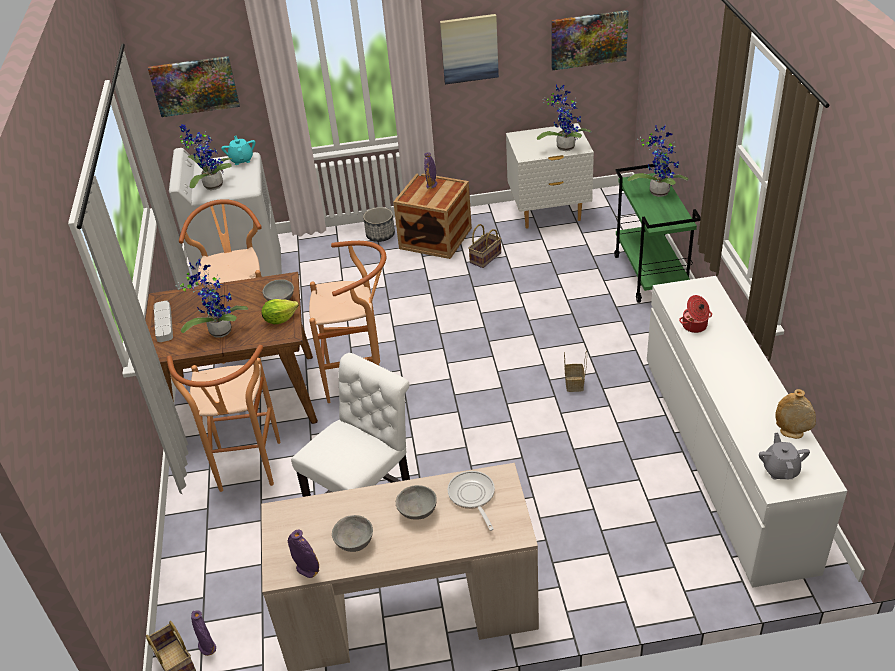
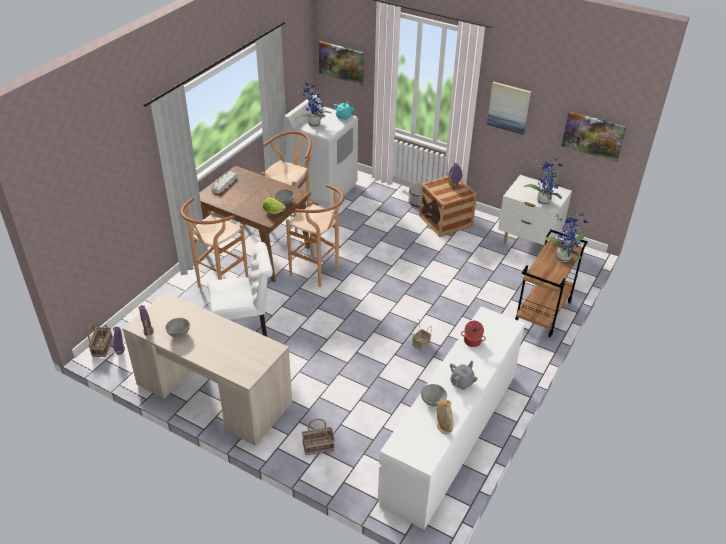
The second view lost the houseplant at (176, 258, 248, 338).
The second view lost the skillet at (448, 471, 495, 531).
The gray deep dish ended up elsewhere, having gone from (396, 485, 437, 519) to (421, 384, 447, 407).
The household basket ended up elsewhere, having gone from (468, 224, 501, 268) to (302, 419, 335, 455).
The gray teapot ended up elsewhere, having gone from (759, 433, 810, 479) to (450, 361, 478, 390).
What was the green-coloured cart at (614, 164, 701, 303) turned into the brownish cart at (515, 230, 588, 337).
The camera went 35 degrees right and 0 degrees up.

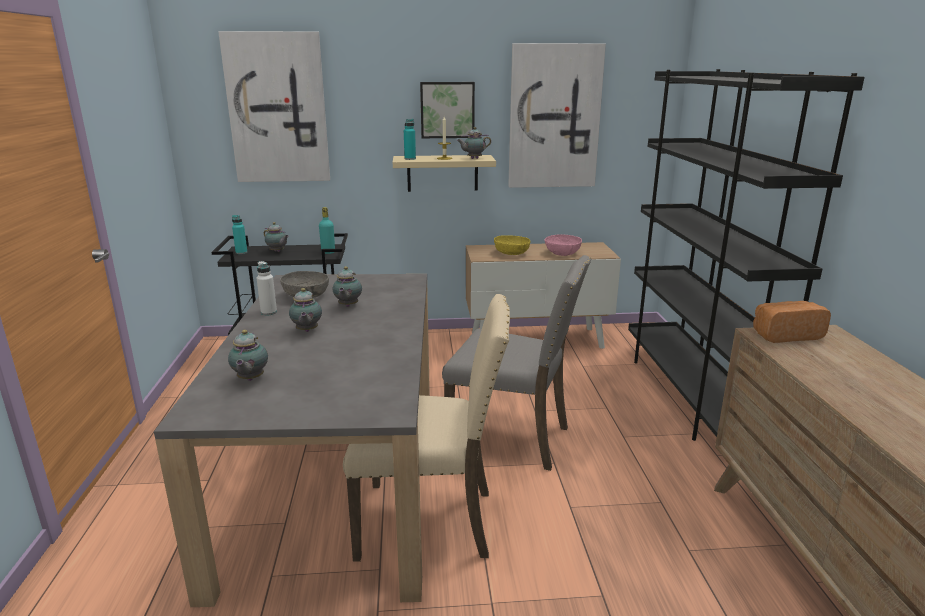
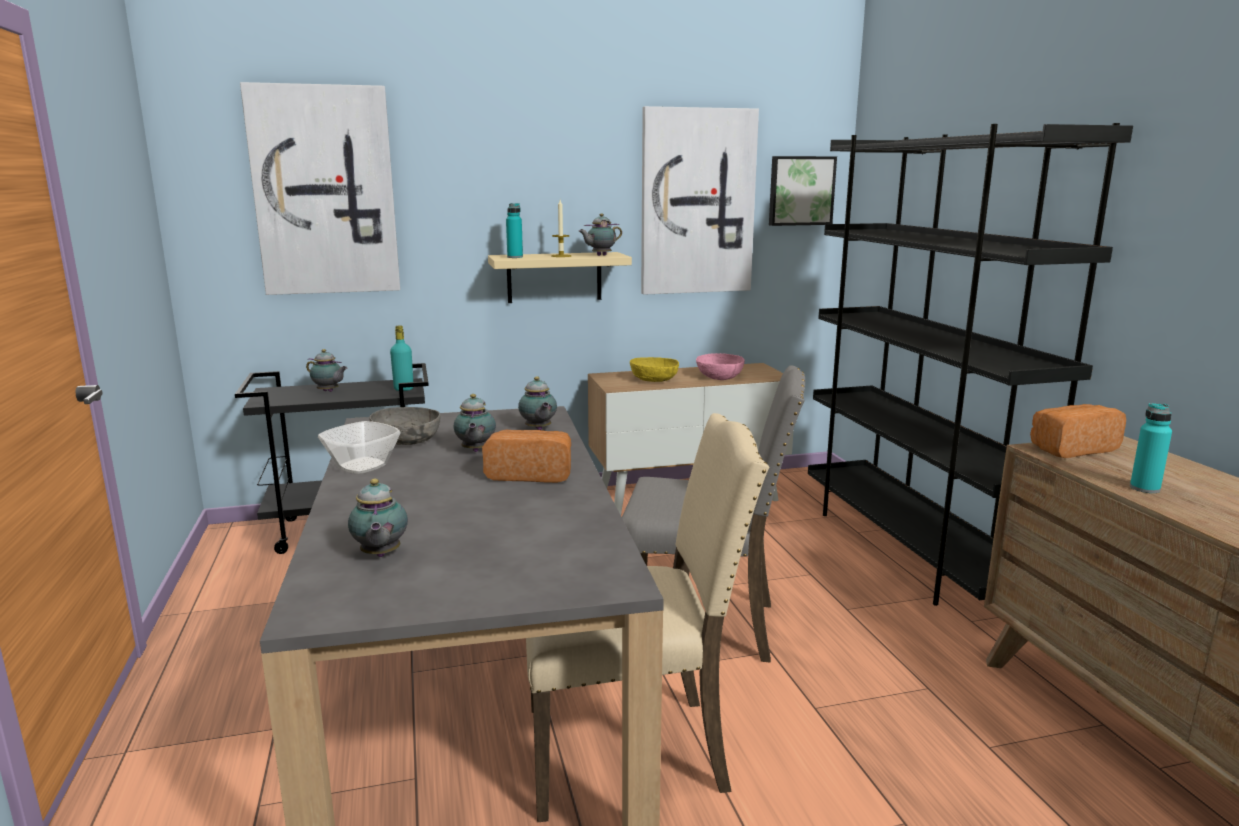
The second view gained the bakery bread at (482, 430, 571, 483).
The turquoise drink bottle ended up elsewhere, having gone from (232, 215, 247, 254) to (1130, 403, 1172, 493).
The teapot ended up elsewhere, having gone from (289, 288, 322, 332) to (518, 376, 557, 430).
The wall art ended up elsewhere, having gone from (420, 82, 475, 138) to (769, 156, 837, 226).
Where the white-coloured drink bottle stood at (257, 261, 277, 315), the deep dish came to stand at (318, 421, 401, 474).
The camera went 10 degrees left and 5 degrees down.

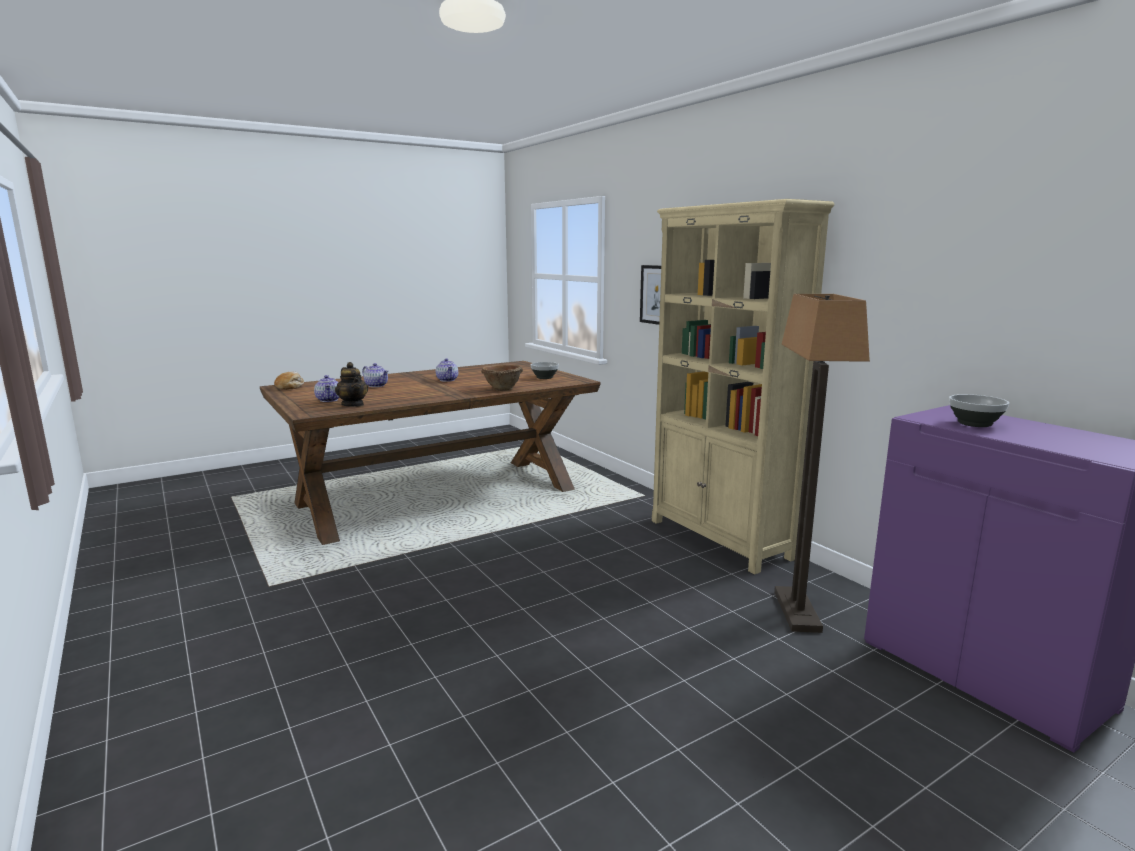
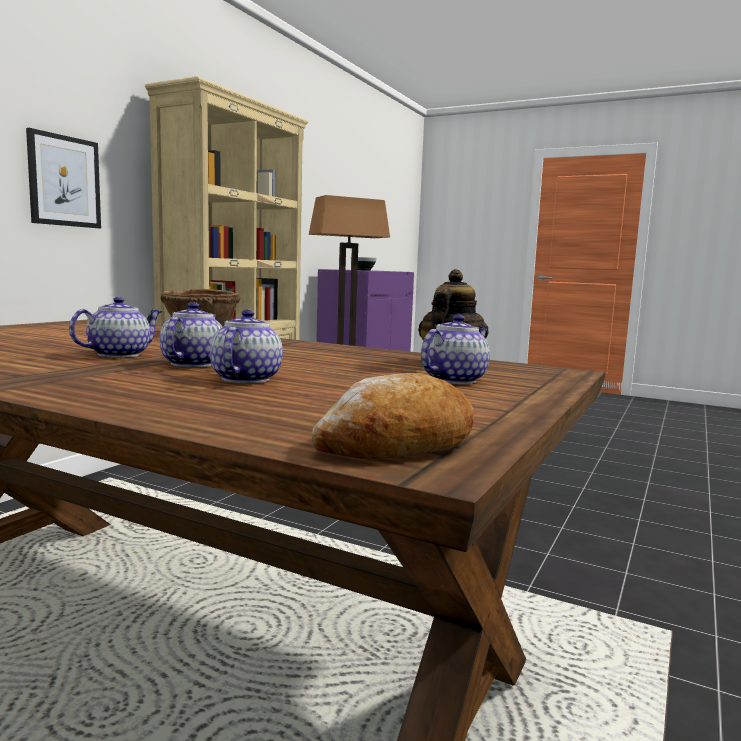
The second view lost the deep dish at (531, 362, 559, 379).
The second view gained the teapot at (160, 302, 222, 367).
The camera went 120 degrees left and 5 degrees down.

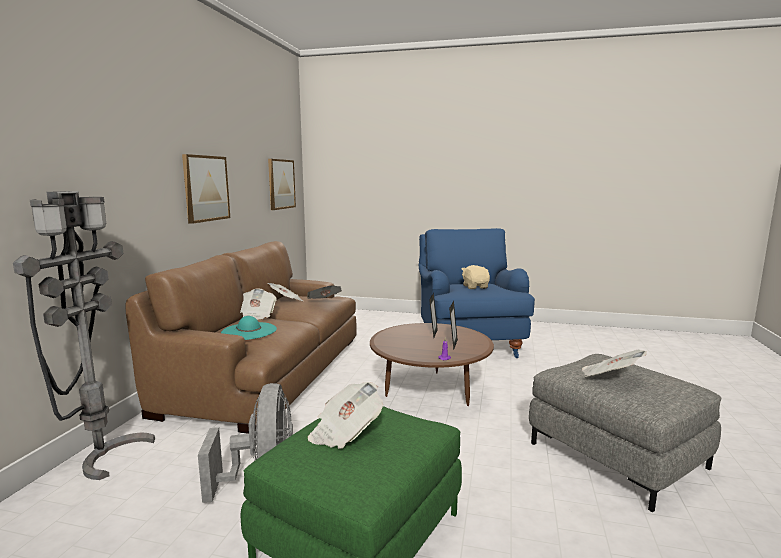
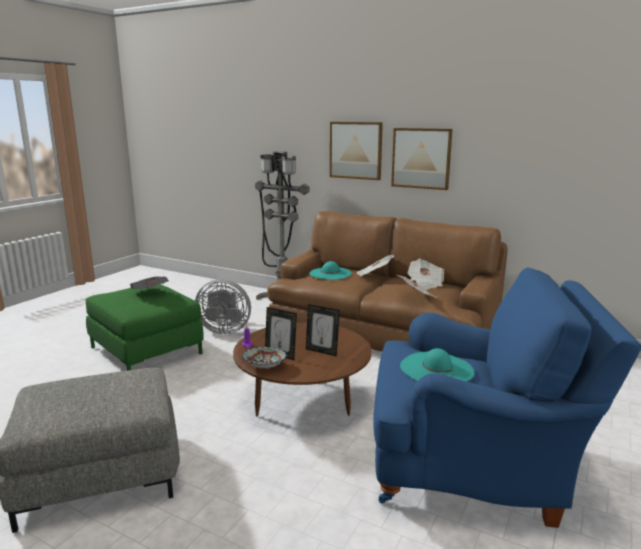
The second view lost the daily paper at (582, 349, 647, 377).
The second view gained the deep dish at (242, 347, 287, 368).
The wall art ended up elsewhere, having gone from (268, 159, 296, 210) to (330, 122, 383, 180).
Where the beige plush toy stood at (461, 265, 490, 289), the turquoise wearable hat came to stand at (400, 348, 475, 382).
The camera went 105 degrees right and 5 degrees up.

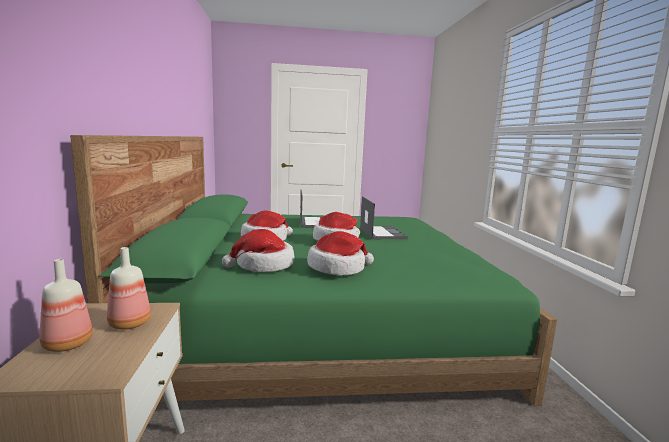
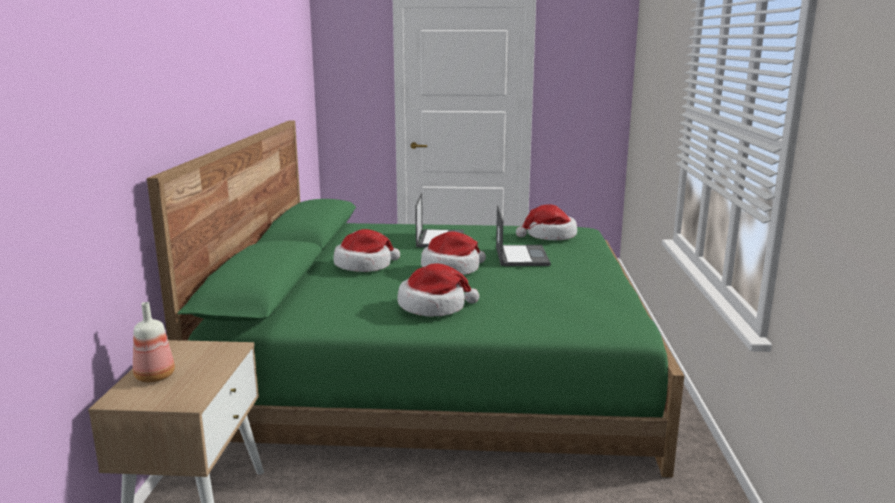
The second view lost the drink bottle at (107, 247, 151, 330).
The wearable hat ended up elsewhere, having gone from (222, 229, 294, 272) to (516, 204, 577, 240).
The camera went 10 degrees right and 5 degrees up.

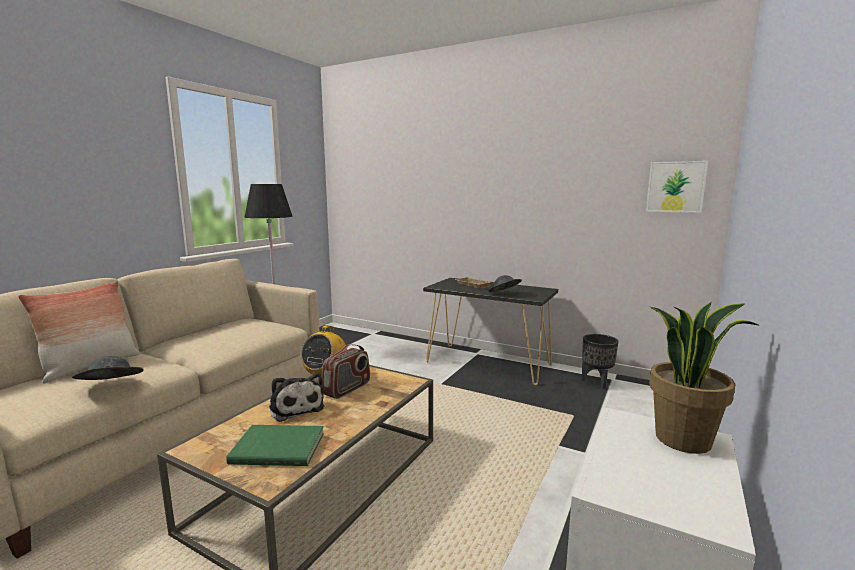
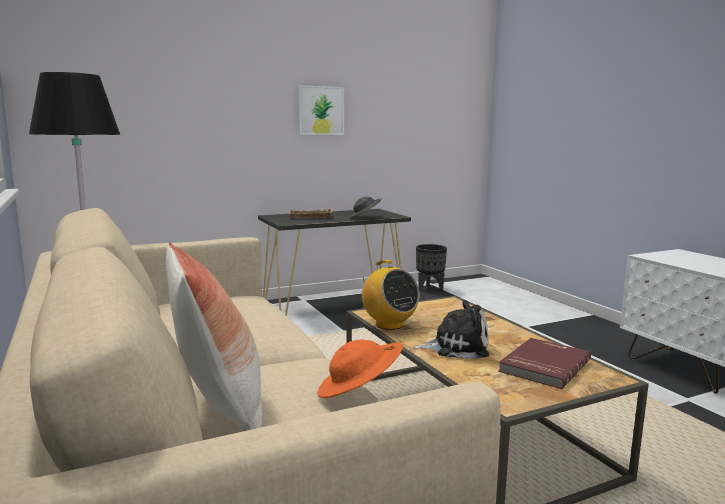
The second view lost the radio receiver at (322, 344, 370, 399).
The second view lost the houseplant at (649, 302, 758, 454).
The wall art ended up elsewhere, having gone from (646, 161, 708, 213) to (299, 85, 344, 135).
What was the gray wearable hat at (72, 356, 144, 380) turned into the orangey wearable hat at (317, 340, 403, 398).
What was the green-coloured volume at (226, 425, 324, 466) turned into the red-coloured volume at (498, 338, 591, 389).
The camera went 55 degrees left and 0 degrees up.

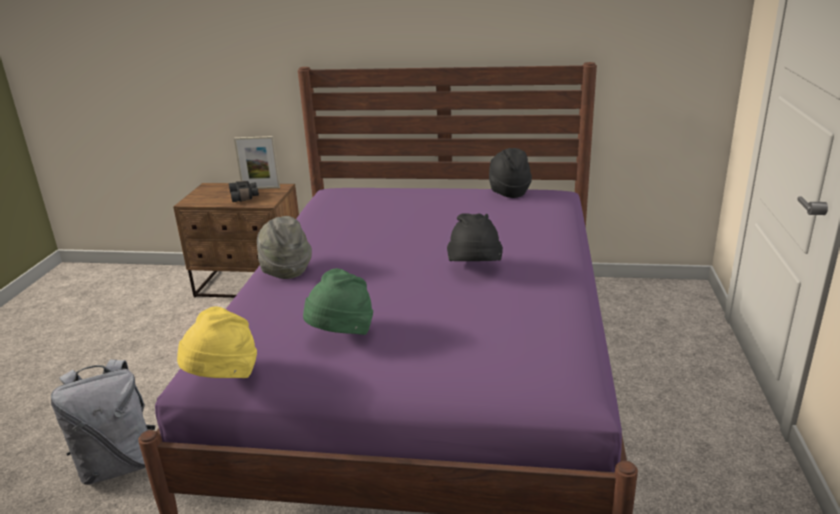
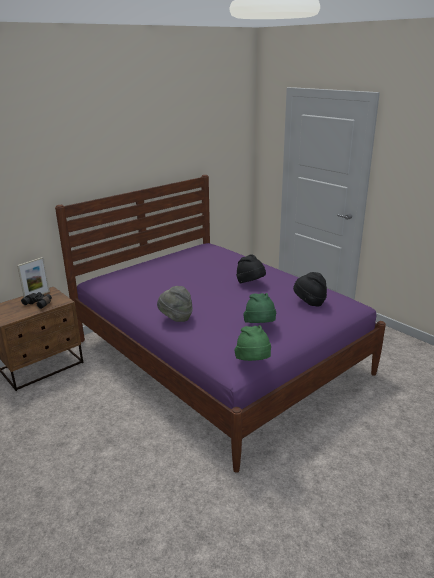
The second view lost the gray knapsack at (51, 359, 156, 485).
The blackish wearable hat ended up elsewhere, having gone from (489, 148, 532, 198) to (293, 272, 327, 306).
What was the yellow wearable hat at (177, 306, 257, 378) turned into the green-coloured wearable hat at (235, 325, 271, 361).
The camera went 50 degrees left and 0 degrees up.

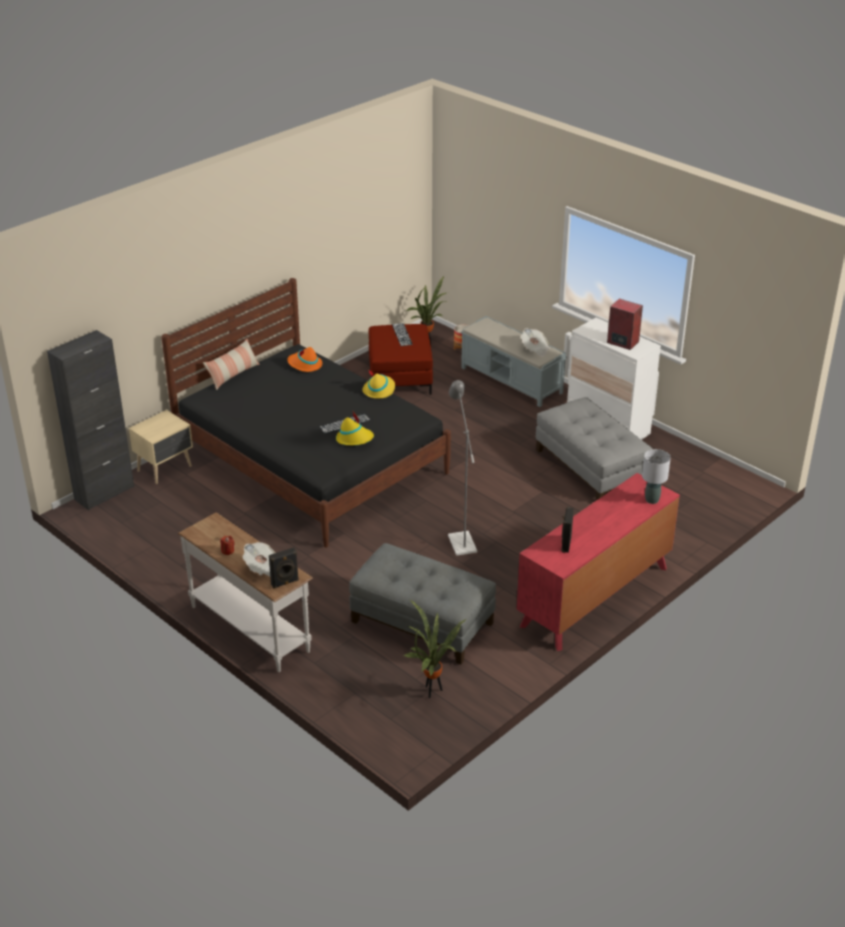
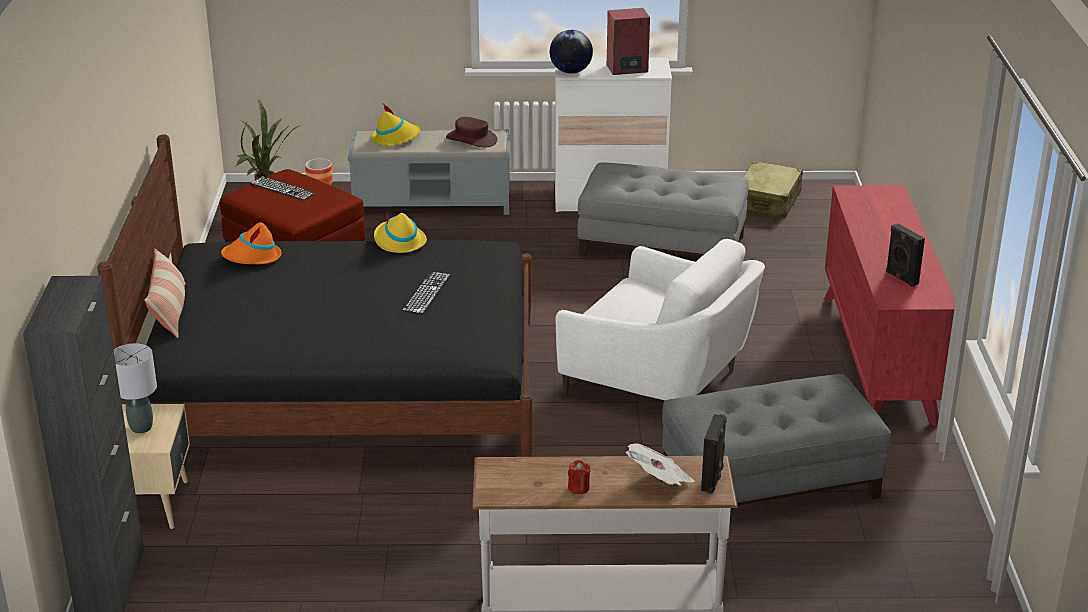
The second view lost the houseplant at (403, 600, 466, 698).
The second view gained the globe at (550, 30, 593, 74).
The second view gained the beige piece of luggage at (743, 161, 803, 218).
The yellow wearable hat ended up elsewhere, having gone from (336, 410, 374, 445) to (371, 104, 420, 146).
The gray tabletop lamp ended up elsewhere, having gone from (642, 449, 671, 504) to (113, 343, 157, 433).
Where the gray floor lamp stood at (448, 380, 477, 556), the white-coloured easy chair came to stand at (555, 239, 765, 401).
Where the daily paper stood at (521, 328, 551, 357), the brownish wearable hat came to stand at (446, 117, 498, 147).
The camera went 45 degrees left and 5 degrees down.

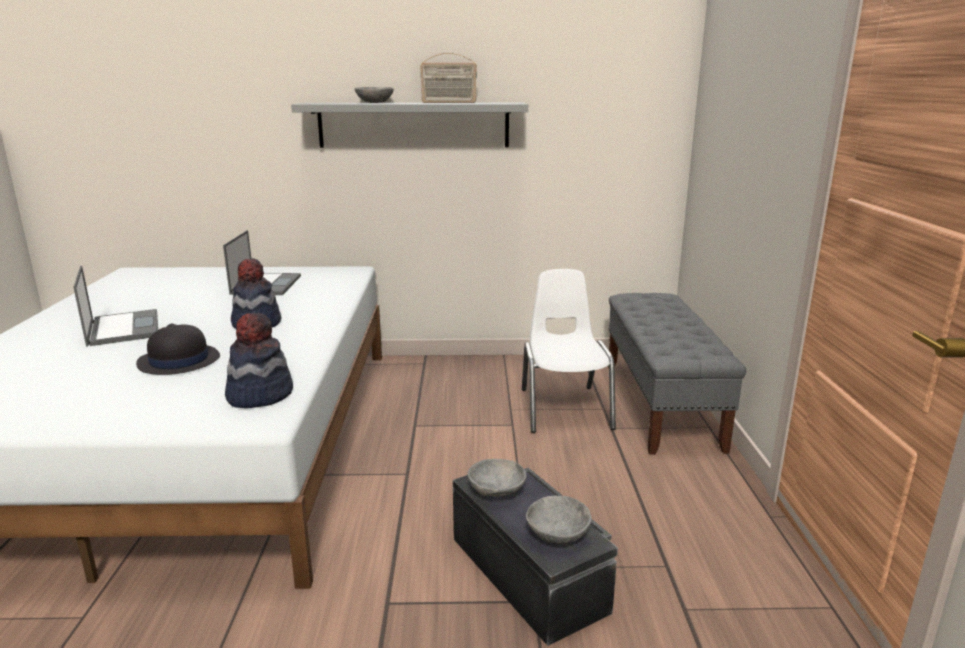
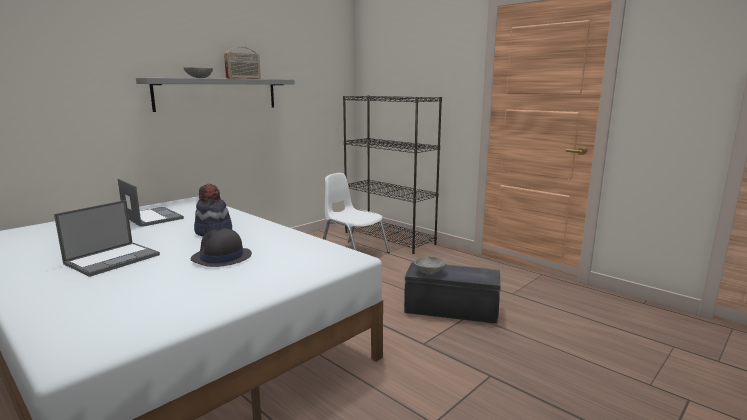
The second view lost the wearable hat at (225, 313, 293, 408).
The second view lost the gray deep dish at (526, 496, 592, 544).
Where the gray bench stood at (608, 293, 746, 455), the blackish shelving unit came to stand at (343, 95, 442, 254).
The notebook computer at (74, 266, 158, 346) ended up facing another way, 105 degrees clockwise from before.
The camera went 45 degrees left and 5 degrees down.

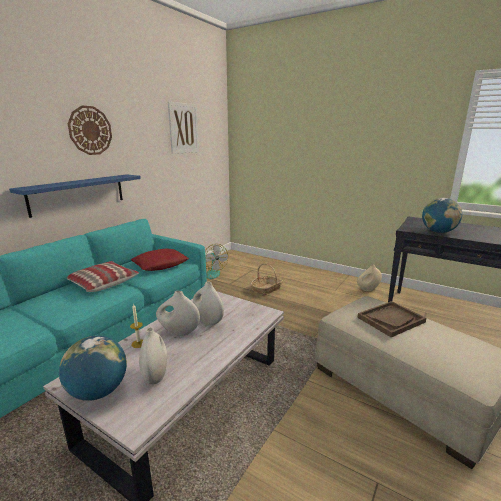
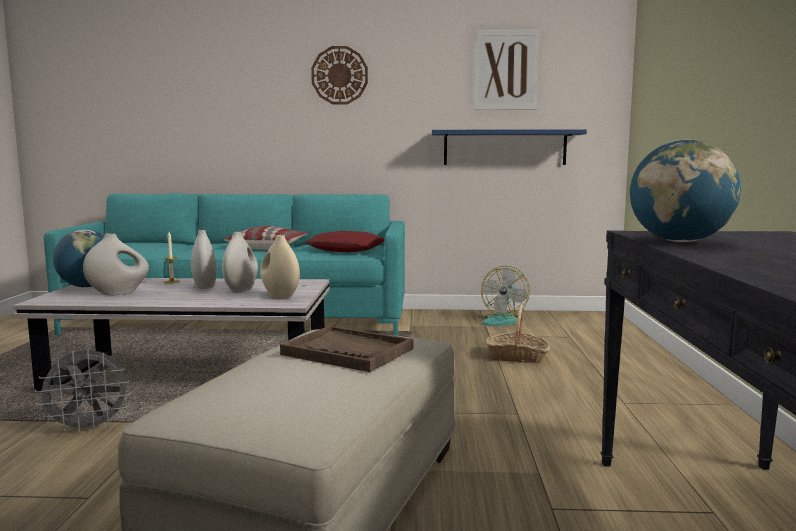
The second view gained the gray fan at (35, 349, 131, 434).
The blue bracket shelf ended up elsewhere, having gone from (9, 174, 141, 218) to (432, 129, 587, 165).
The beige vase ended up elsewhere, having gone from (357, 265, 382, 291) to (260, 235, 300, 298).
The camera went 60 degrees right and 10 degrees down.

